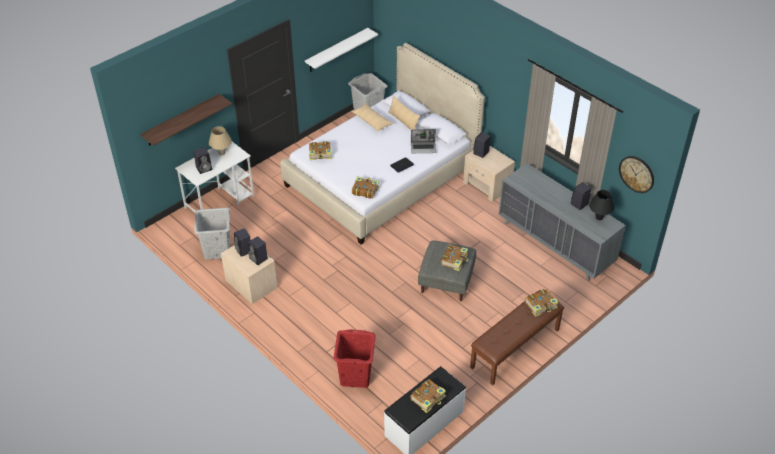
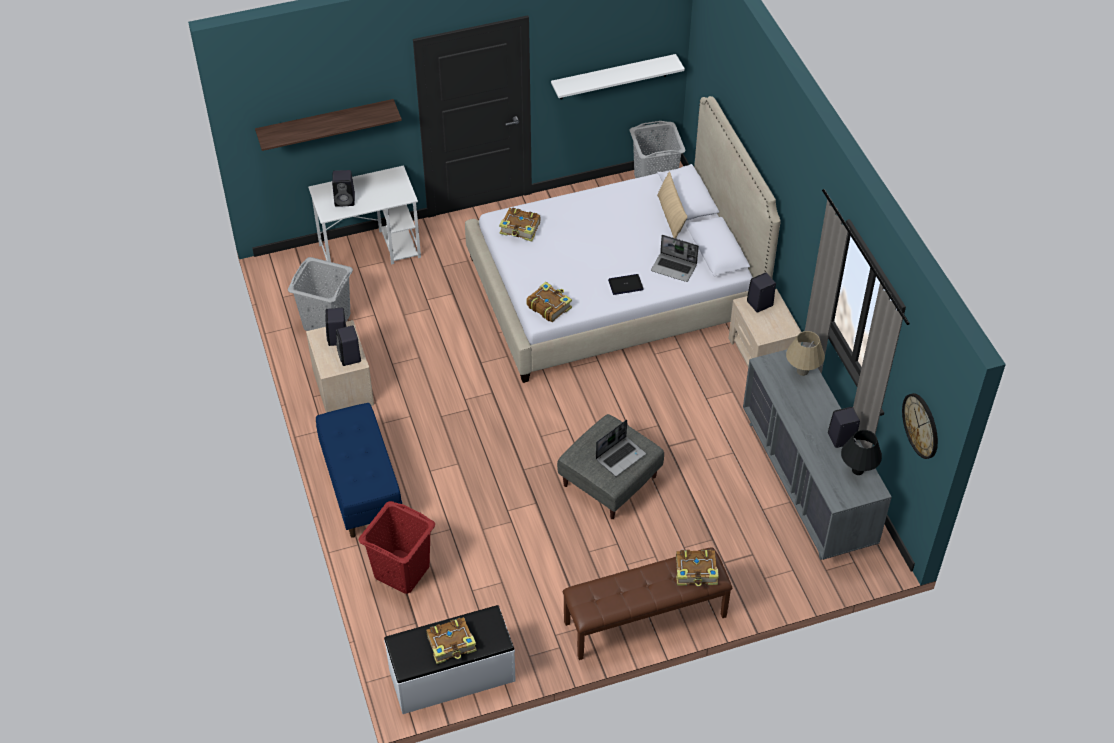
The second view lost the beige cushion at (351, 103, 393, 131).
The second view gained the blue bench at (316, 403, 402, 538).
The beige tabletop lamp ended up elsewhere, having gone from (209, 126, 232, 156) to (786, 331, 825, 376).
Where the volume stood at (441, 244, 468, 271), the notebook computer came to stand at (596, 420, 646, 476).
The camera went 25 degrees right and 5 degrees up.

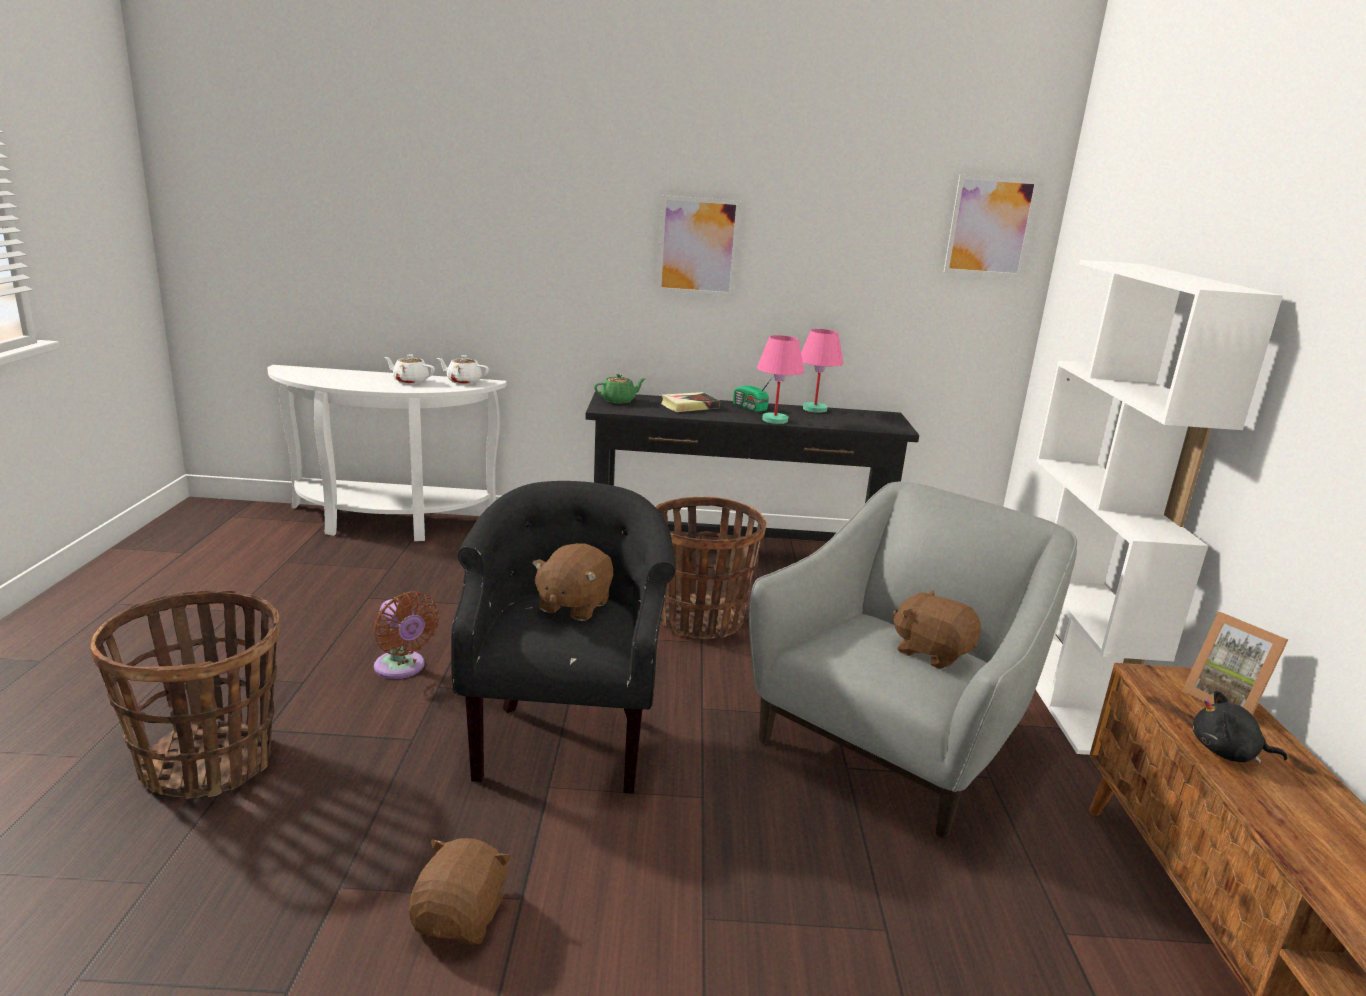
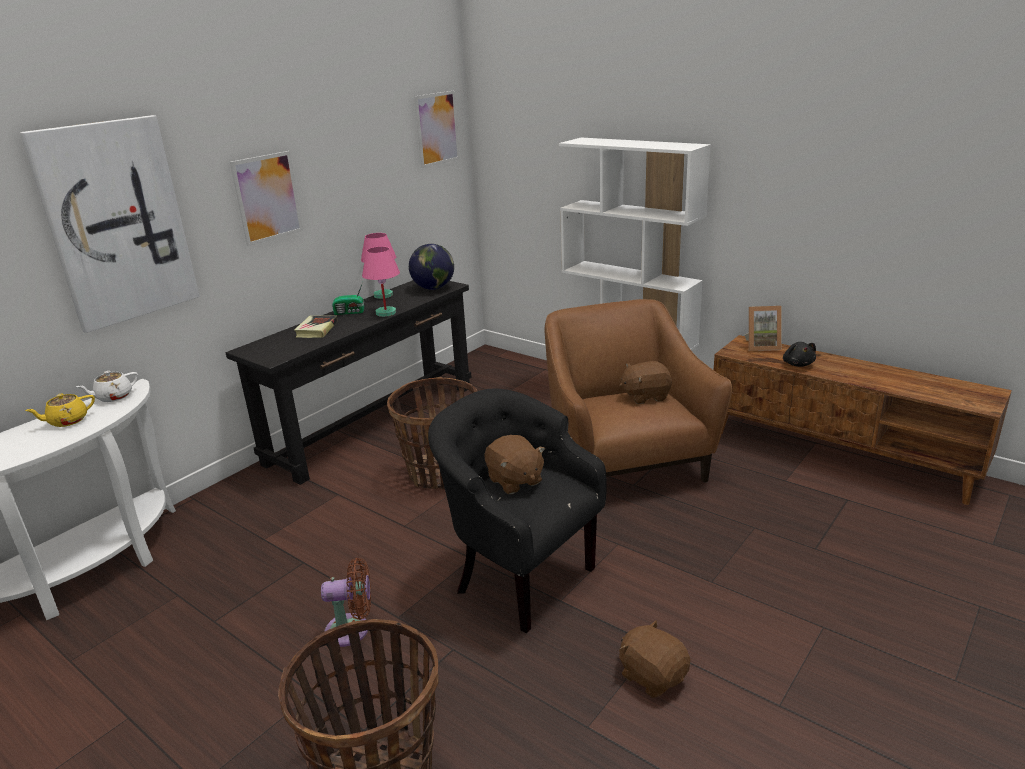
The second view lost the green-coloured teapot at (594, 374, 646, 403).
The second view gained the wall art at (20, 115, 200, 333).
The second view gained the globe at (409, 244, 454, 290).
What was the white-coloured teapot at (384, 354, 435, 384) turned into the yellow teapot at (25, 394, 95, 427).
What was the gray easy chair at (749, 482, 1077, 838) turned into the brownish easy chair at (545, 299, 732, 482).
The blackish plush toy at (1193, 690, 1288, 764) ended up facing another way, 60 degrees counterclockwise from before.
The camera went 50 degrees left and 5 degrees up.

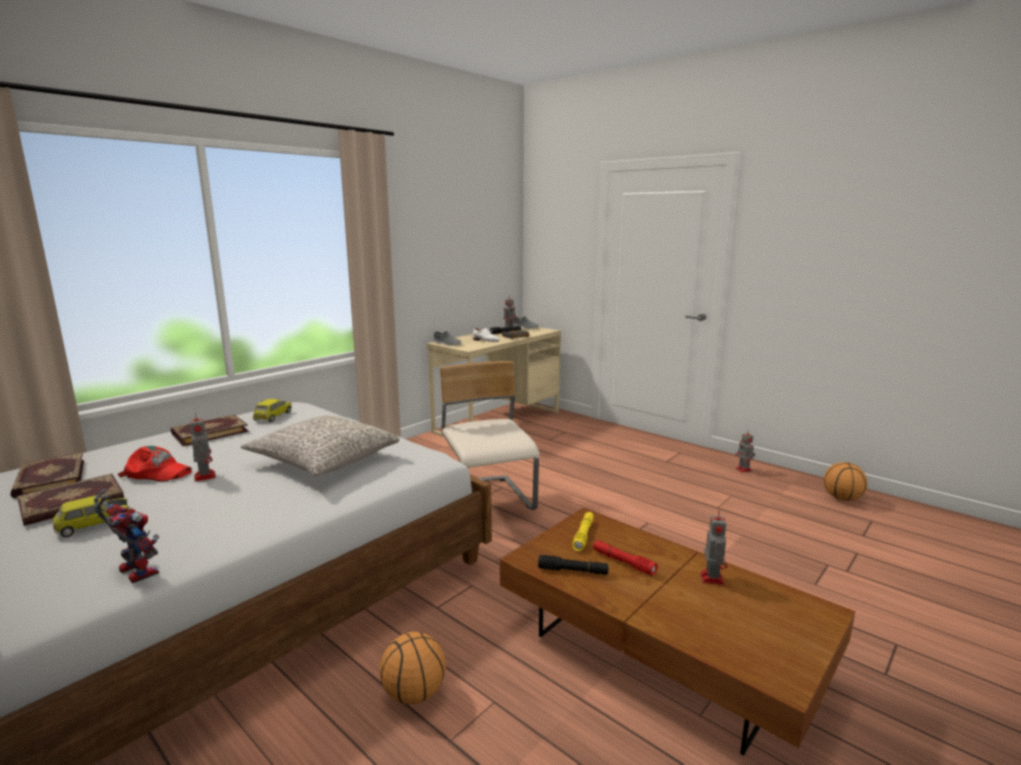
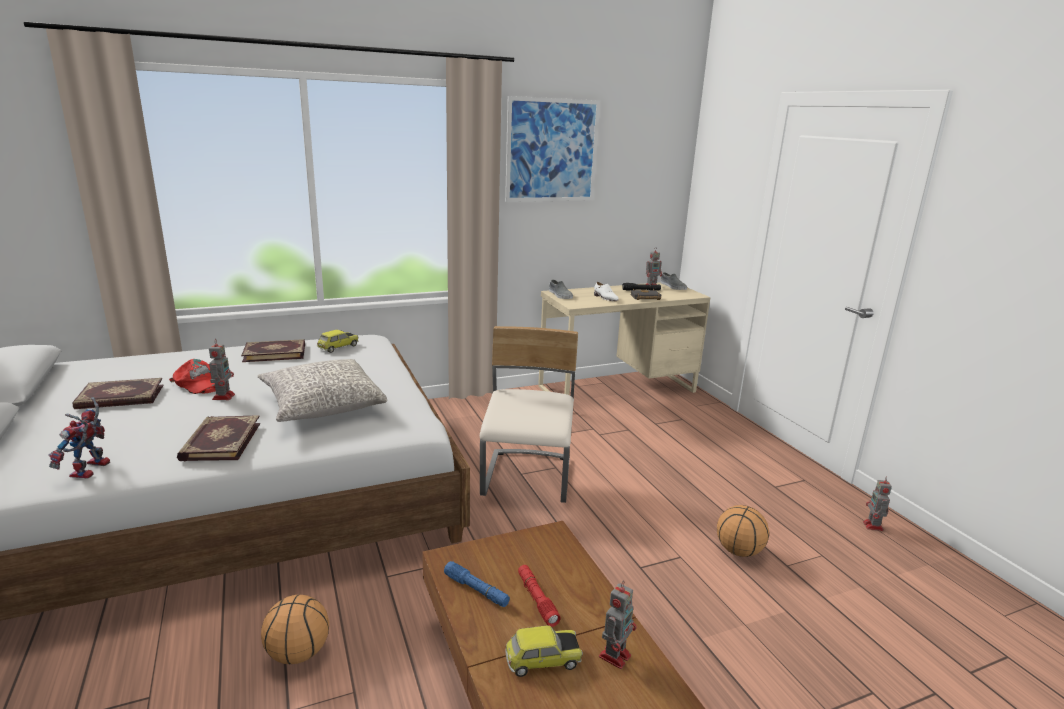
The second view lost the yellow flashlight at (572, 512, 594, 551).
The second view gained the wall art at (505, 96, 600, 202).
The volume ended up elsewhere, having gone from (10, 453, 84, 498) to (177, 415, 260, 461).
The toy car ended up elsewhere, having gone from (53, 495, 130, 537) to (505, 625, 583, 677).
The basketball ball ended up elsewhere, having gone from (824, 462, 867, 501) to (717, 505, 769, 557).
What was the blackish flashlight at (538, 555, 609, 575) turned into the blue flashlight at (444, 561, 510, 607).
The toy robot at (94, 489, 159, 583) ended up facing another way, 150 degrees counterclockwise from before.
The camera went 25 degrees right and 5 degrees up.

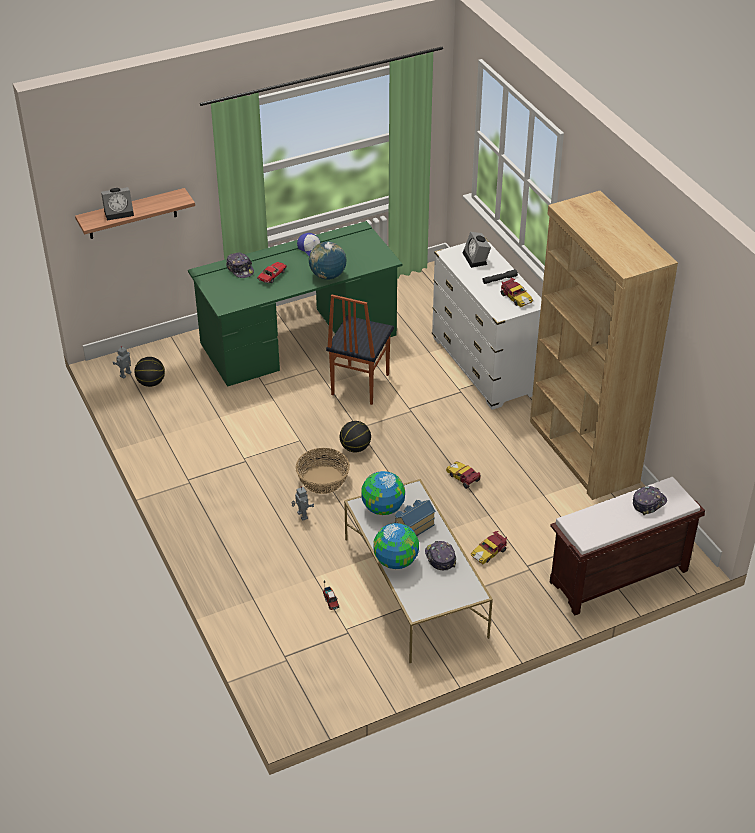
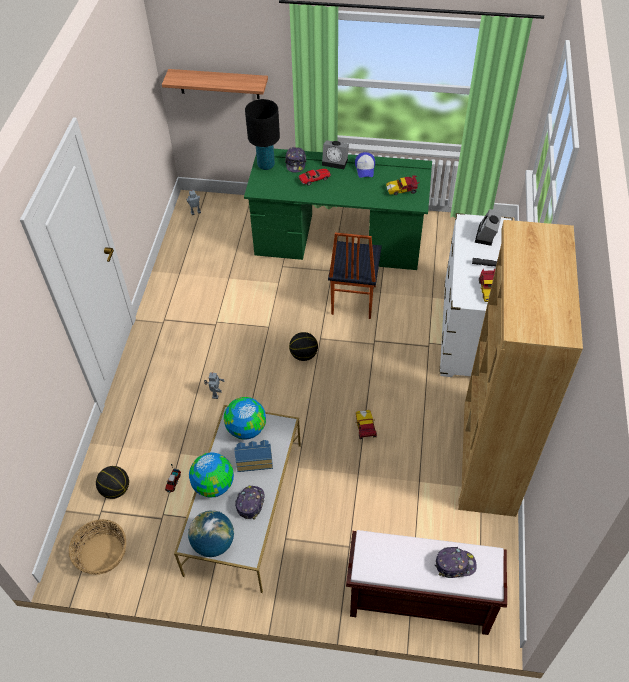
The second view gained the blackish tabletop lamp at (245, 99, 280, 170).
The alarm clock ended up elsewhere, having gone from (101, 187, 134, 221) to (322, 140, 349, 169).
The basketball ball ended up elsewhere, having gone from (134, 357, 165, 387) to (96, 466, 129, 499).
The household basket ended up elsewhere, having gone from (296, 448, 350, 494) to (69, 519, 126, 575).
The globe ended up elsewhere, having gone from (309, 241, 347, 280) to (188, 510, 234, 557).
The toy car ended up elsewhere, having gone from (471, 531, 507, 564) to (386, 175, 419, 195).
The chair at (326, 294, 394, 405) ended up facing another way, 45 degrees counterclockwise from before.
The camera went 35 degrees right and 10 degrees up.

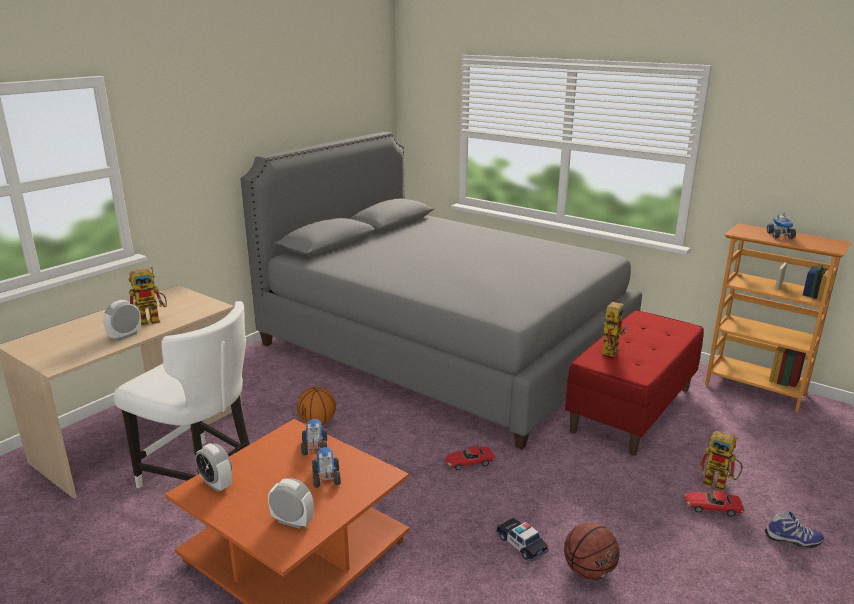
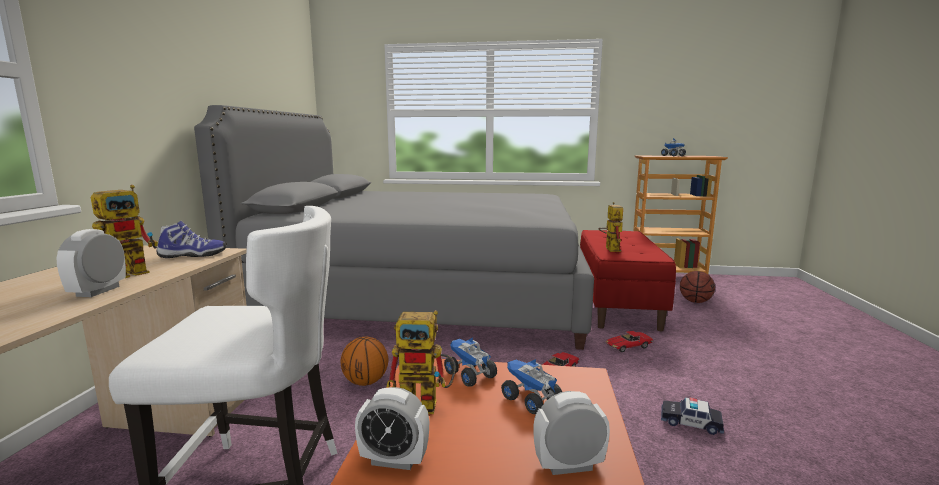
The basketball ball ended up elsewhere, having gone from (564, 522, 620, 580) to (680, 271, 715, 303).
The toy car ended up elsewhere, having gone from (684, 491, 745, 517) to (605, 331, 653, 352).
The toy robot ended up elsewhere, having gone from (698, 431, 743, 491) to (386, 310, 456, 414).
The shoe ended up elsewhere, having gone from (765, 511, 824, 548) to (157, 221, 226, 258).
The camera went 30 degrees left and 10 degrees down.

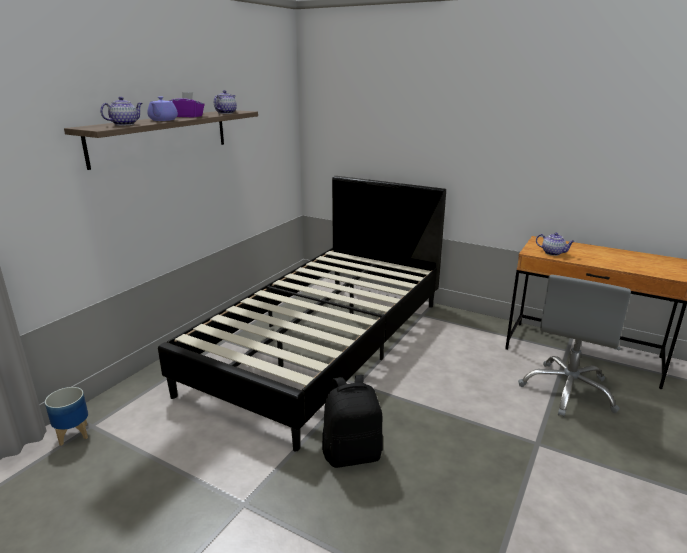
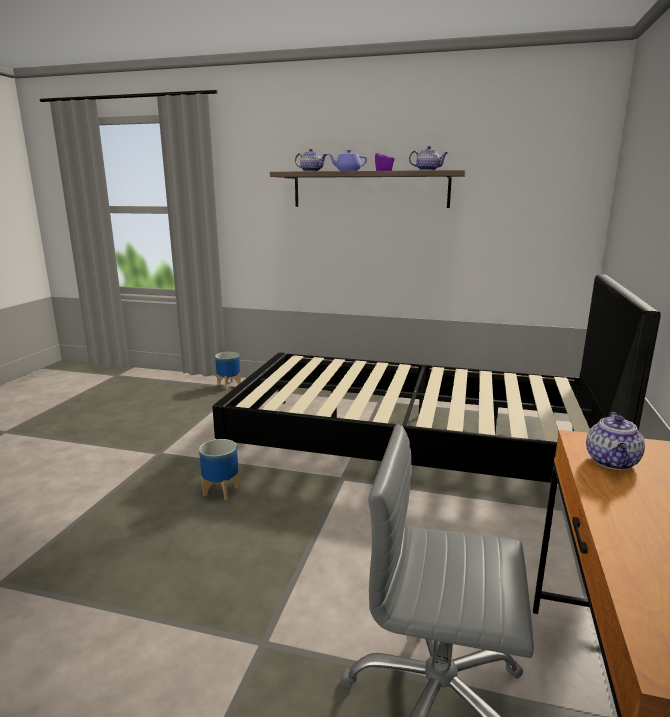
Where the blackish knapsack stood at (322, 375, 383, 468), the plant pot came to stand at (199, 439, 239, 501).
The camera went 75 degrees right and 5 degrees down.

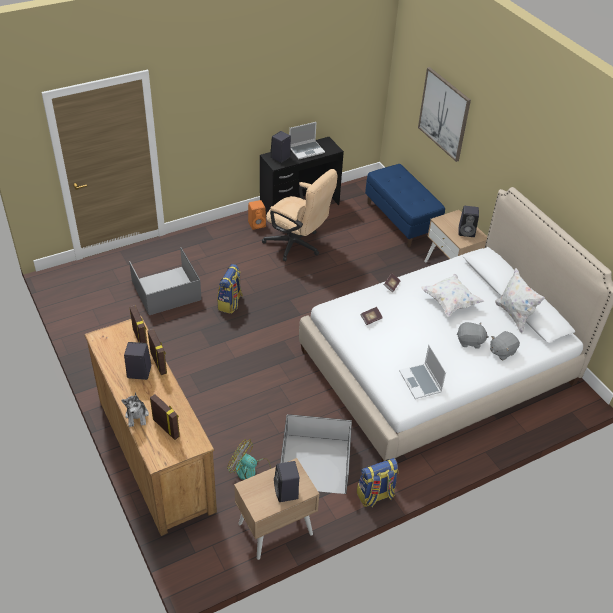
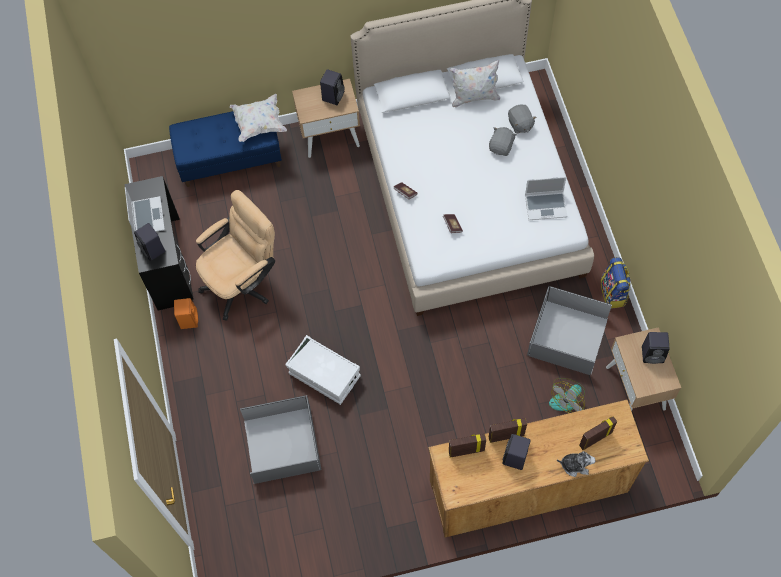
The second view lost the wall art at (418, 67, 471, 162).
The white-coloured cushion ended up elsewhere, having gone from (421, 274, 485, 317) to (230, 94, 287, 142).
Where the knapsack stood at (217, 264, 243, 314), the white-coloured storage bin came to stand at (285, 335, 361, 405).
The camera went 70 degrees left and 20 degrees up.

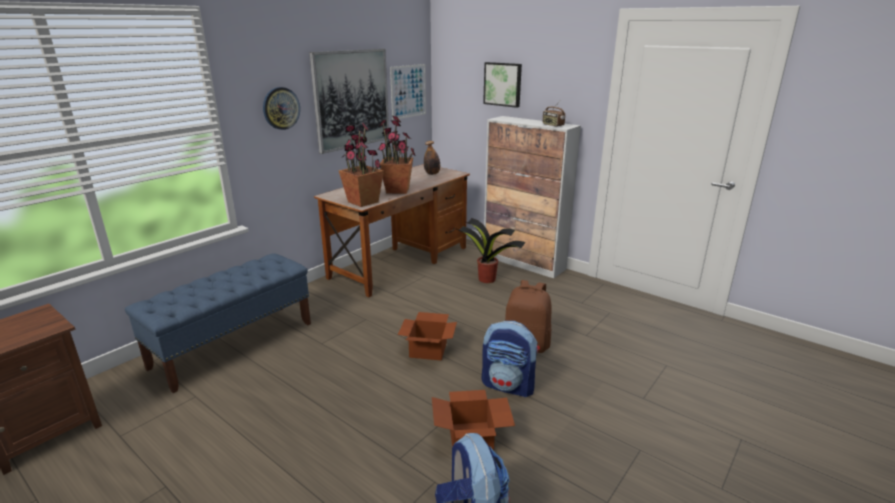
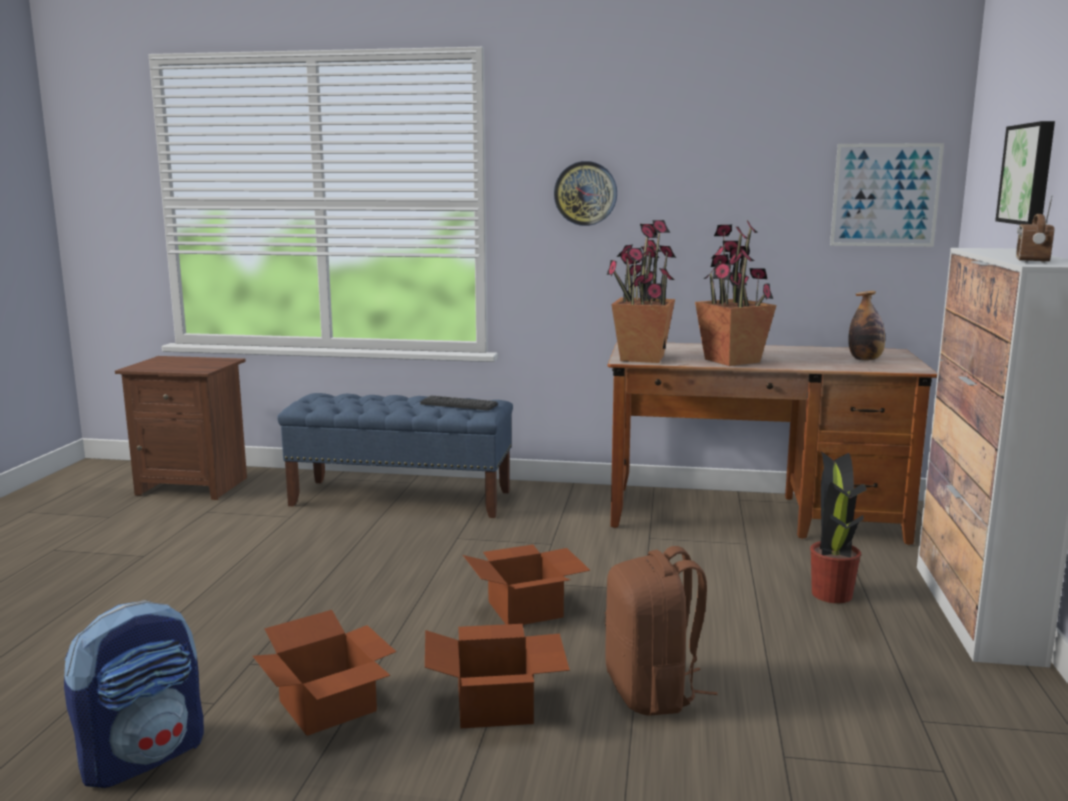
The second view lost the wall art at (309, 49, 389, 154).
The second view gained the PC keyboard at (420, 396, 498, 411).
Where the knapsack stood at (482, 321, 540, 397), the cardboard box came to stand at (425, 624, 570, 728).
The camera went 60 degrees right and 10 degrees down.

